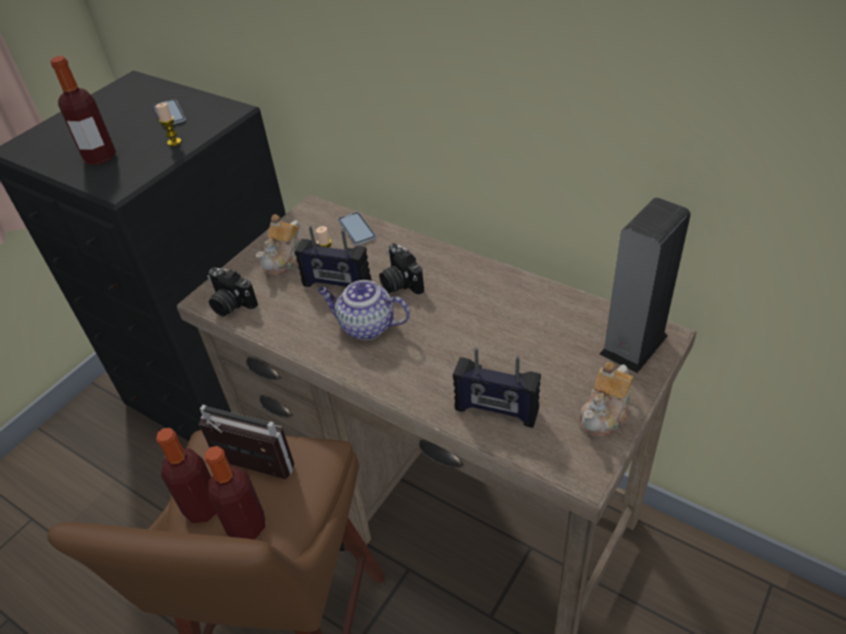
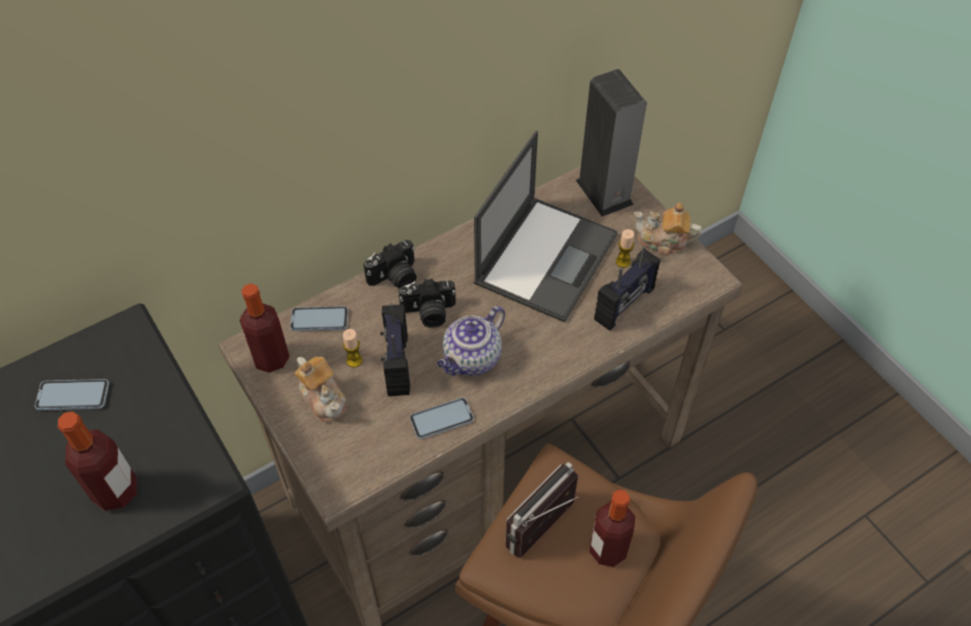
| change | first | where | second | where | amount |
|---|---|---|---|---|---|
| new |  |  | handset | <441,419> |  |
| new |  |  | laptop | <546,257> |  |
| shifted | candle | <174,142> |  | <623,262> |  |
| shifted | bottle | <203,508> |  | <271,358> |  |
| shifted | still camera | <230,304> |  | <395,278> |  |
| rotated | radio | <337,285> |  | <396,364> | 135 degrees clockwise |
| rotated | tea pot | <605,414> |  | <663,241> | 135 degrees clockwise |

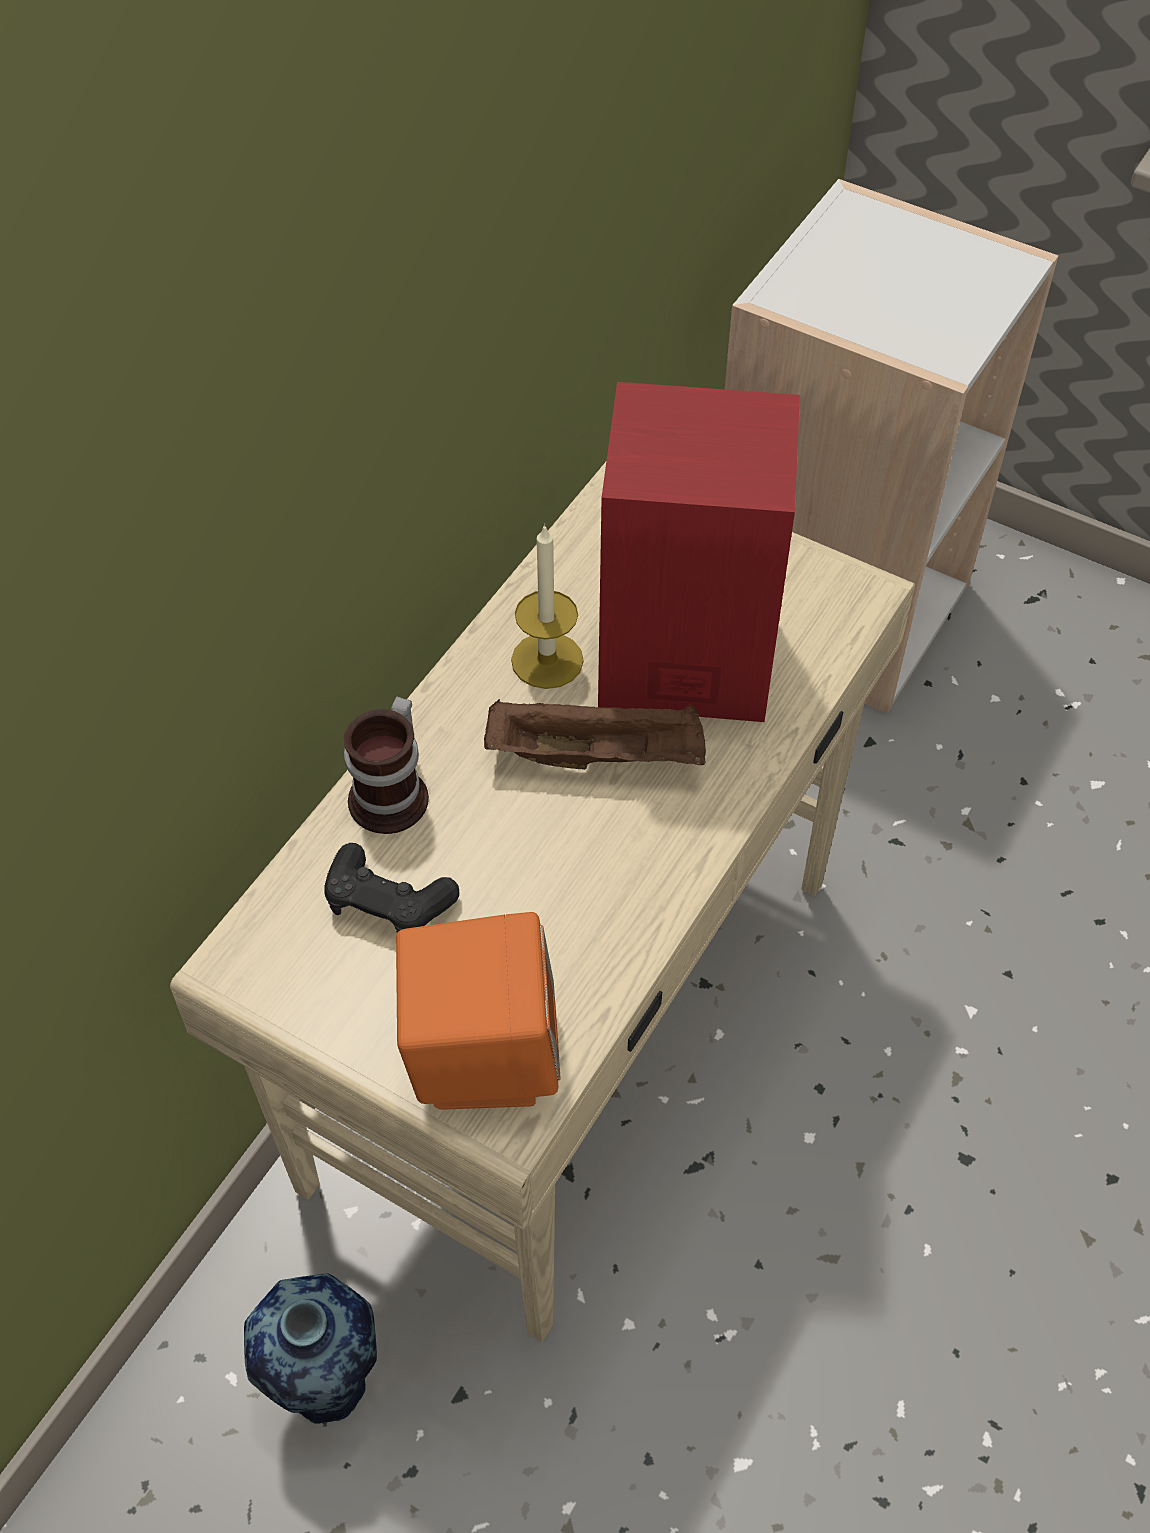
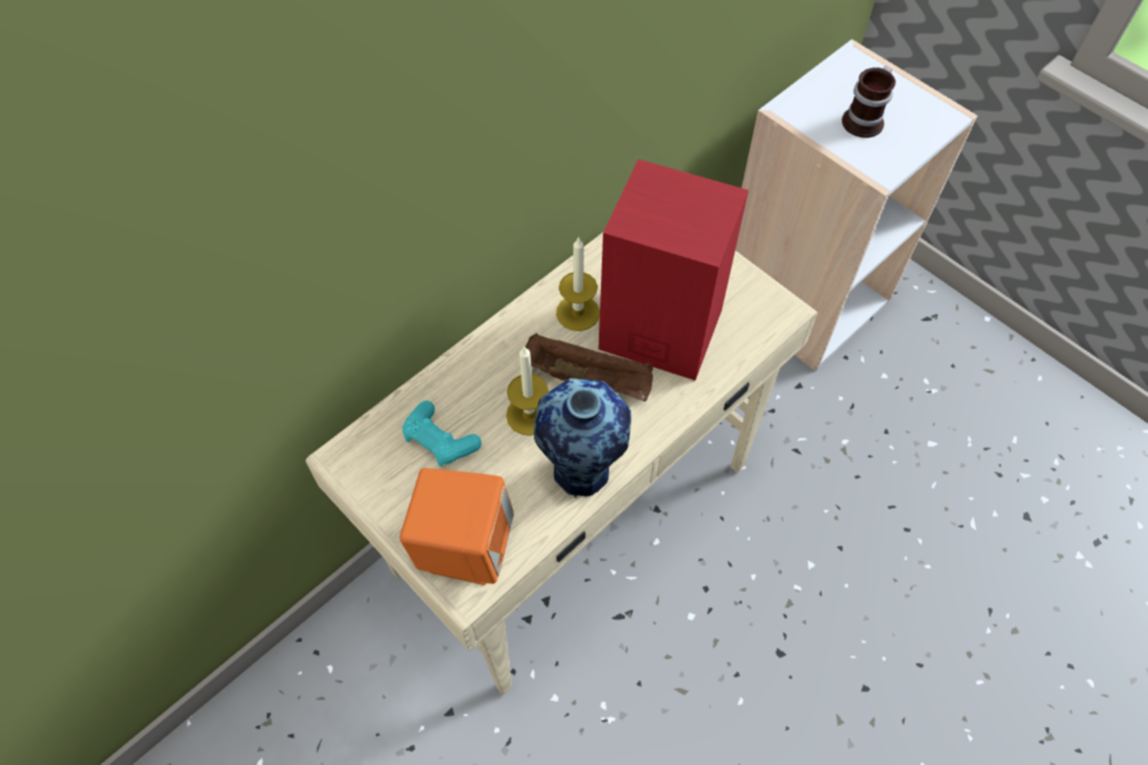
| change | first | where | second | where | amount |
|---|---|---|---|---|---|
| new |  |  | candle | <529,414> |  |
| shifted | flower vase | <327,1388> |  | <581,474> |  |
| shifted | mug | <395,794> |  | <866,120> |  |
| repainted | game controller in blackish | <387,902> | game controller in turquoise-coloured | <440,440> |  |

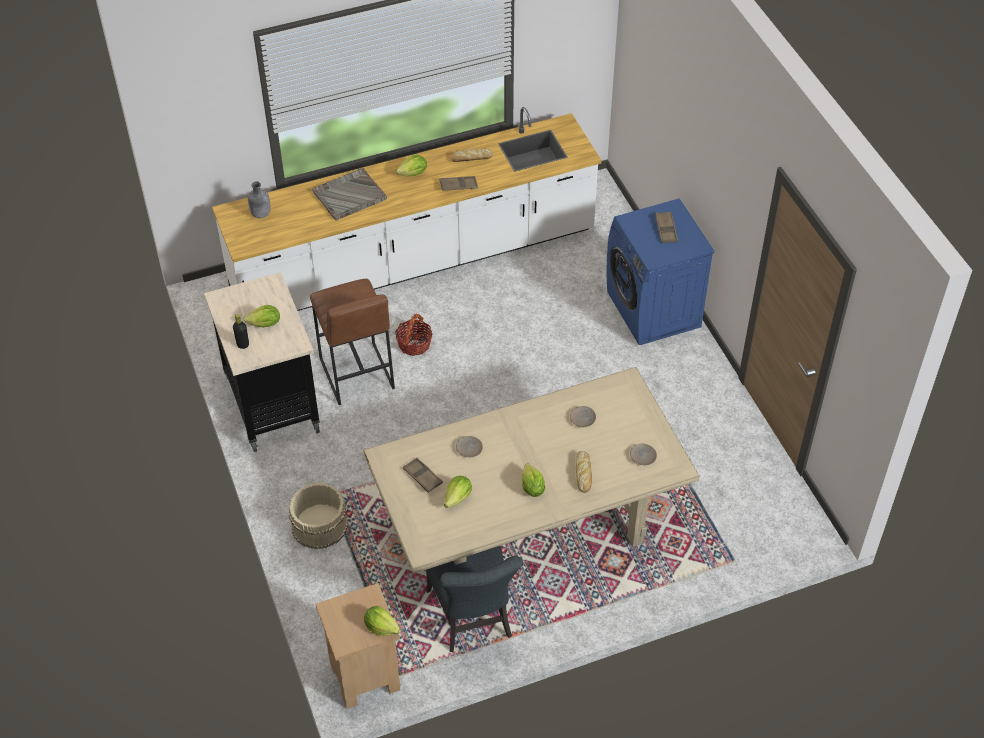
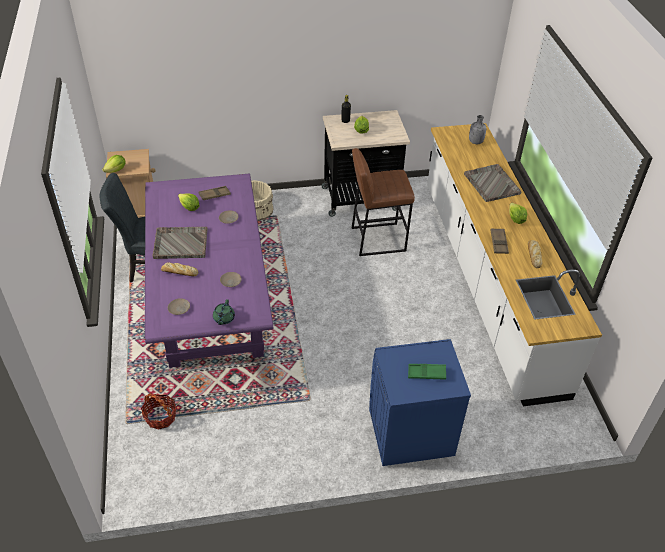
| change | first | where | second | where | amount |
|---|---|---|---|---|---|
| new |  |  | tea pot in green-coloured | <223,318> |  |
| shifted | storage basket | <414,344> |  | <160,417> |  |
| swapped | lettuce | <532,488> | carrying tray in greyish | <180,243> |  |
| repainted | dining table in sand-coloured | <529,526> | dining table in purplish | <212,306> |  |
| repainted | carrying tray in brown | <666,229> | carrying tray in green-coloured | <426,373> |  |

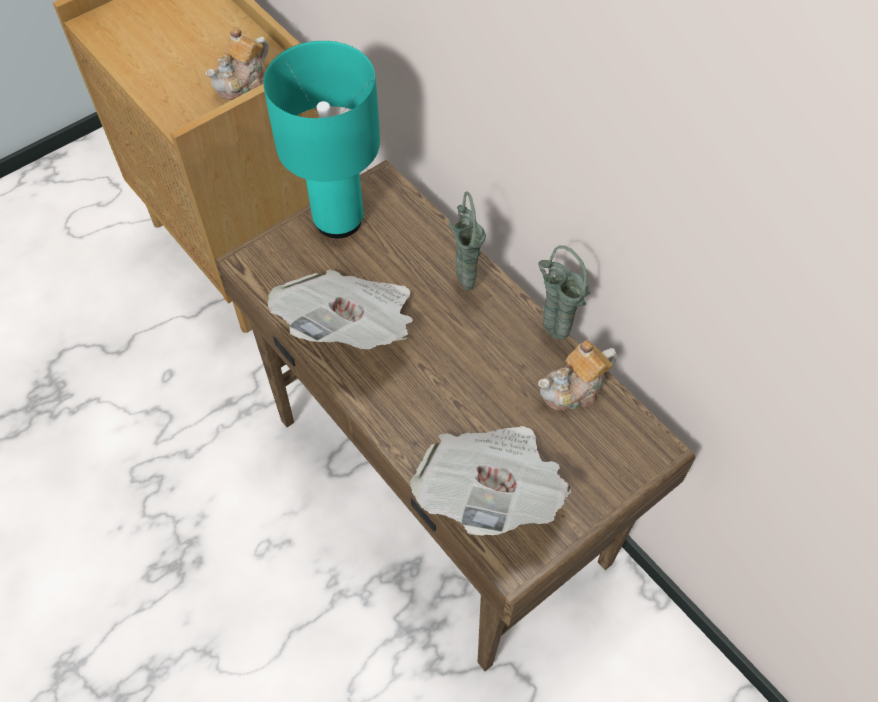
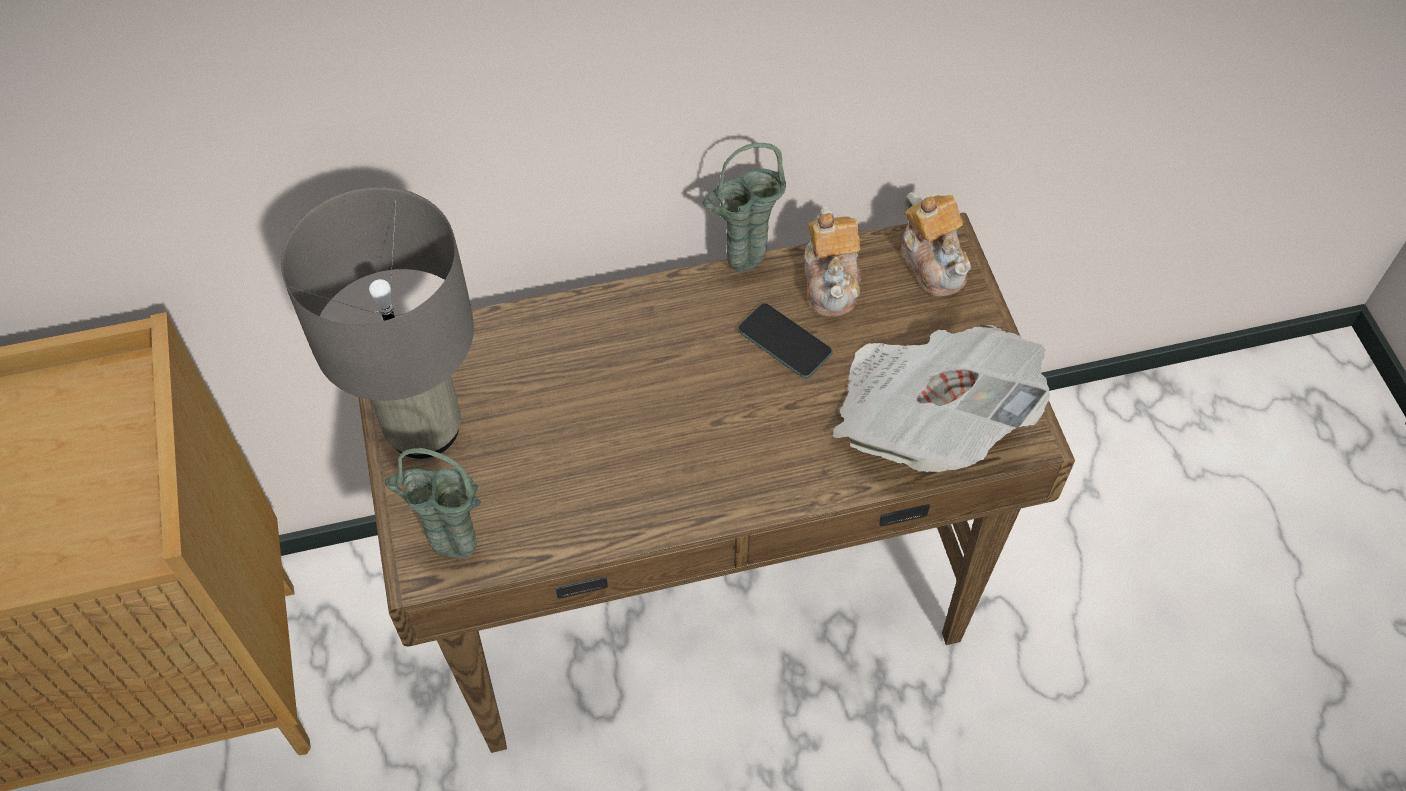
| change | first | where | second | where | amount |
|---|---|---|---|---|---|
| gone | newspaper | <351,328> |  |  |  |
| new |  |  | handset | <784,341> |  |
| shifted | tea pot | <243,83> |  | <933,262> |  |
| shifted | flower vase in green-coloured | <463,282> |  | <451,553> |  |
| repainted | tabletop lamp in turquoise-coloured | <339,221> | tabletop lamp in greyish | <426,428> |  |

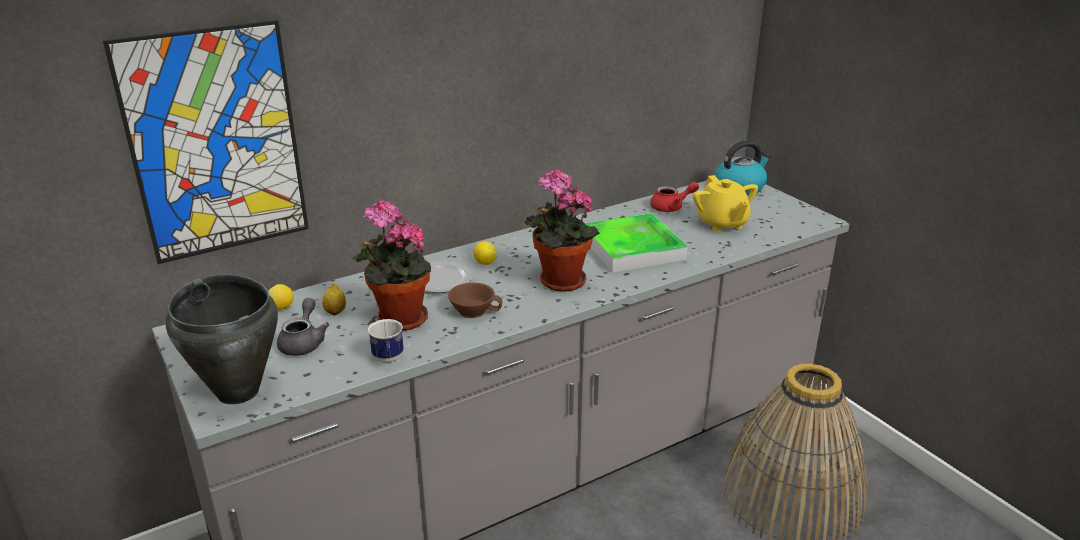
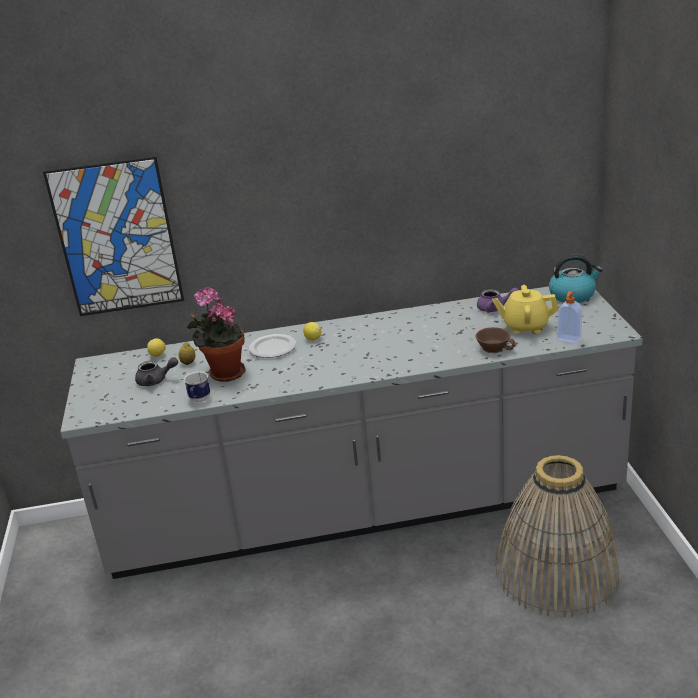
| change | first | where | second | where | amount |
|---|---|---|---|---|---|
| gone | stockpot in blackish | <238,391> |  |  |  |
| gone | potted plant | <558,282> |  |  |  |
| gone | carrying tray | <632,248> |  |  |  |
| new |  |  | liquid soap bottle | <568,339> |  |
| shifted | cup in brown | <474,310> |  | <494,348> |  |
| repainted | tea pot in red-coloured | <671,207> | tea pot in purplish | <495,308> |  |
| rotated | tea pot in greyish | <304,342> |  | <156,381> | 60 degrees clockwise |
| rotated | tea pot in yellowish | <721,224> |  | <525,327> | 90 degrees clockwise |

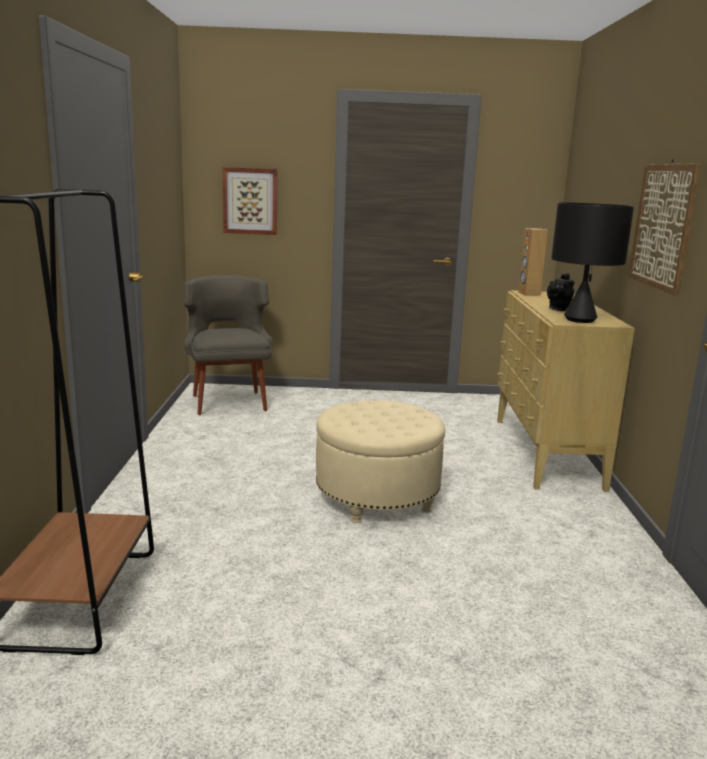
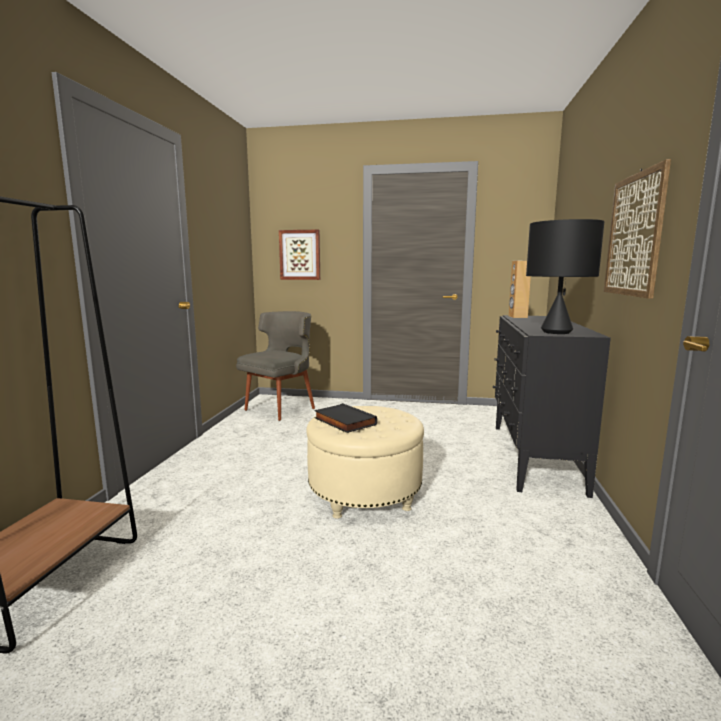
| change | first | where | second | where | amount |
|---|---|---|---|---|---|
| gone | tea pot in blackish | <558,309> |  |  |  |
| new |  |  | volume in blackish | <343,421> |  |
| repainted | drawer chest in sand-coloured | <544,453> | drawer chest in blackish | <533,457> |  |
| rotated | upright chair in greyish | <229,403> |  | <279,410> | 45 degrees clockwise |

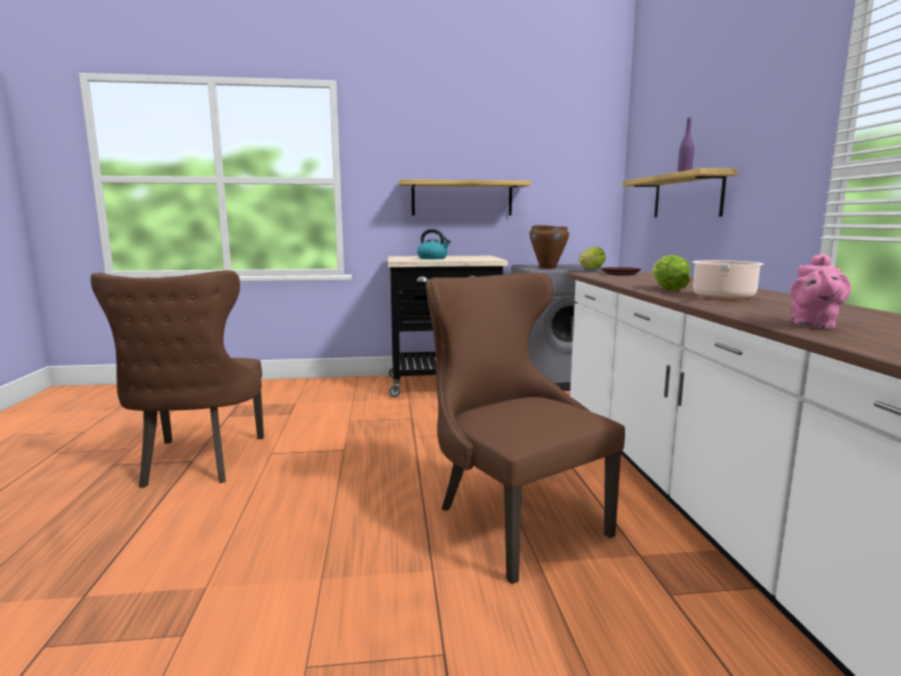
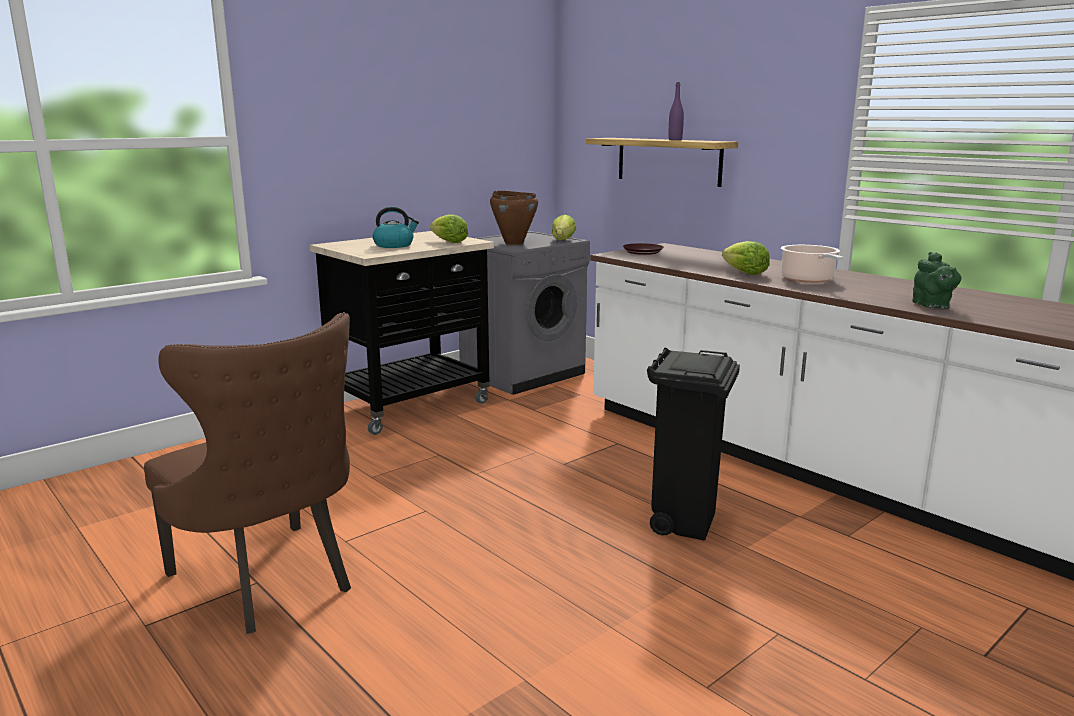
| change | first | where | second | where | amount |
|---|---|---|---|---|---|
| gone | bracket shelf | <462,198> |  |  |  |
| new |  |  | lettuce | <449,242> |  |
| swapped | upright chair in brown | <513,521> | rubbish bin in blackish | <684,523> |  |
| repainted | tea pot in pink | <812,325> | tea pot in green-coloured | <932,306> |  |

